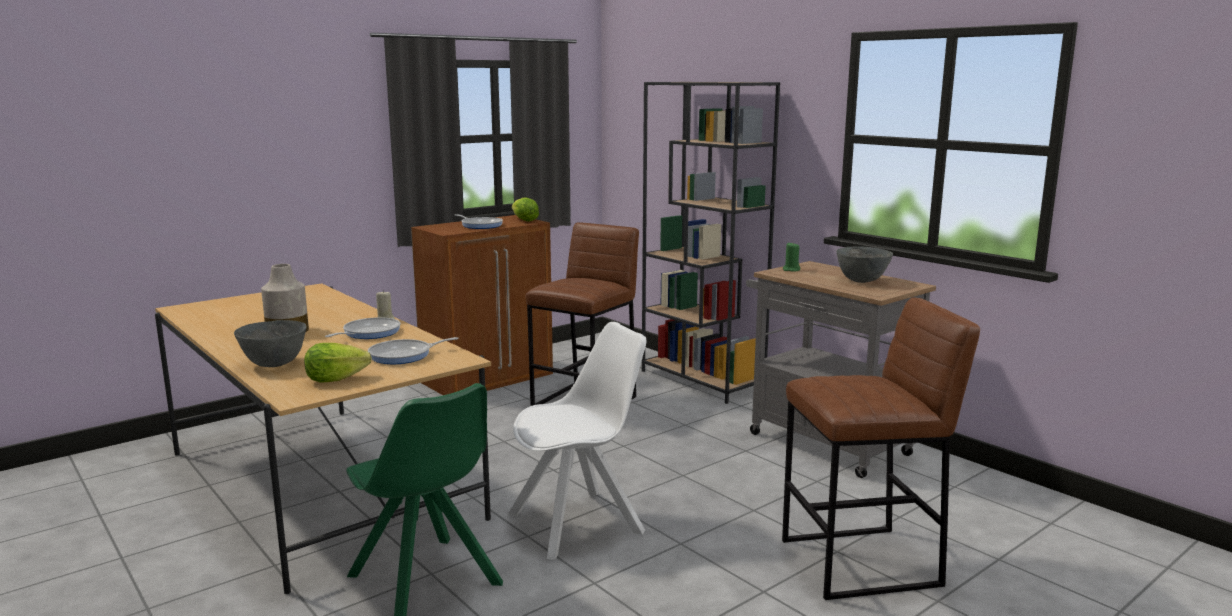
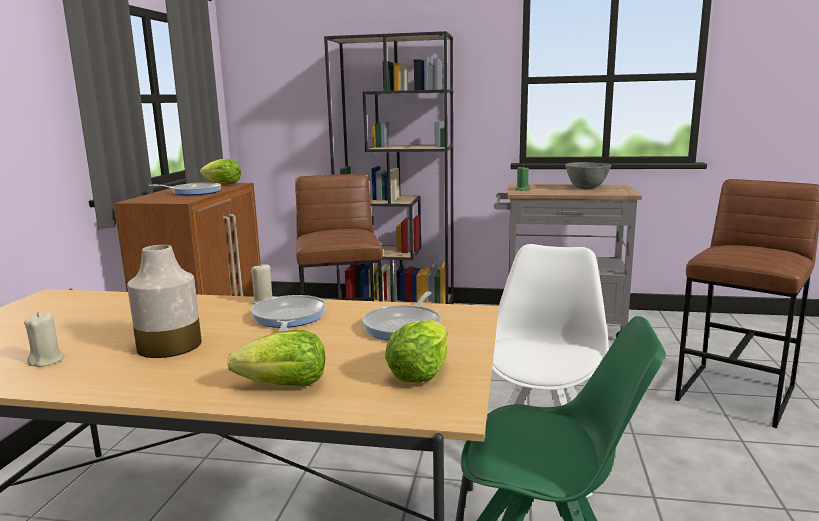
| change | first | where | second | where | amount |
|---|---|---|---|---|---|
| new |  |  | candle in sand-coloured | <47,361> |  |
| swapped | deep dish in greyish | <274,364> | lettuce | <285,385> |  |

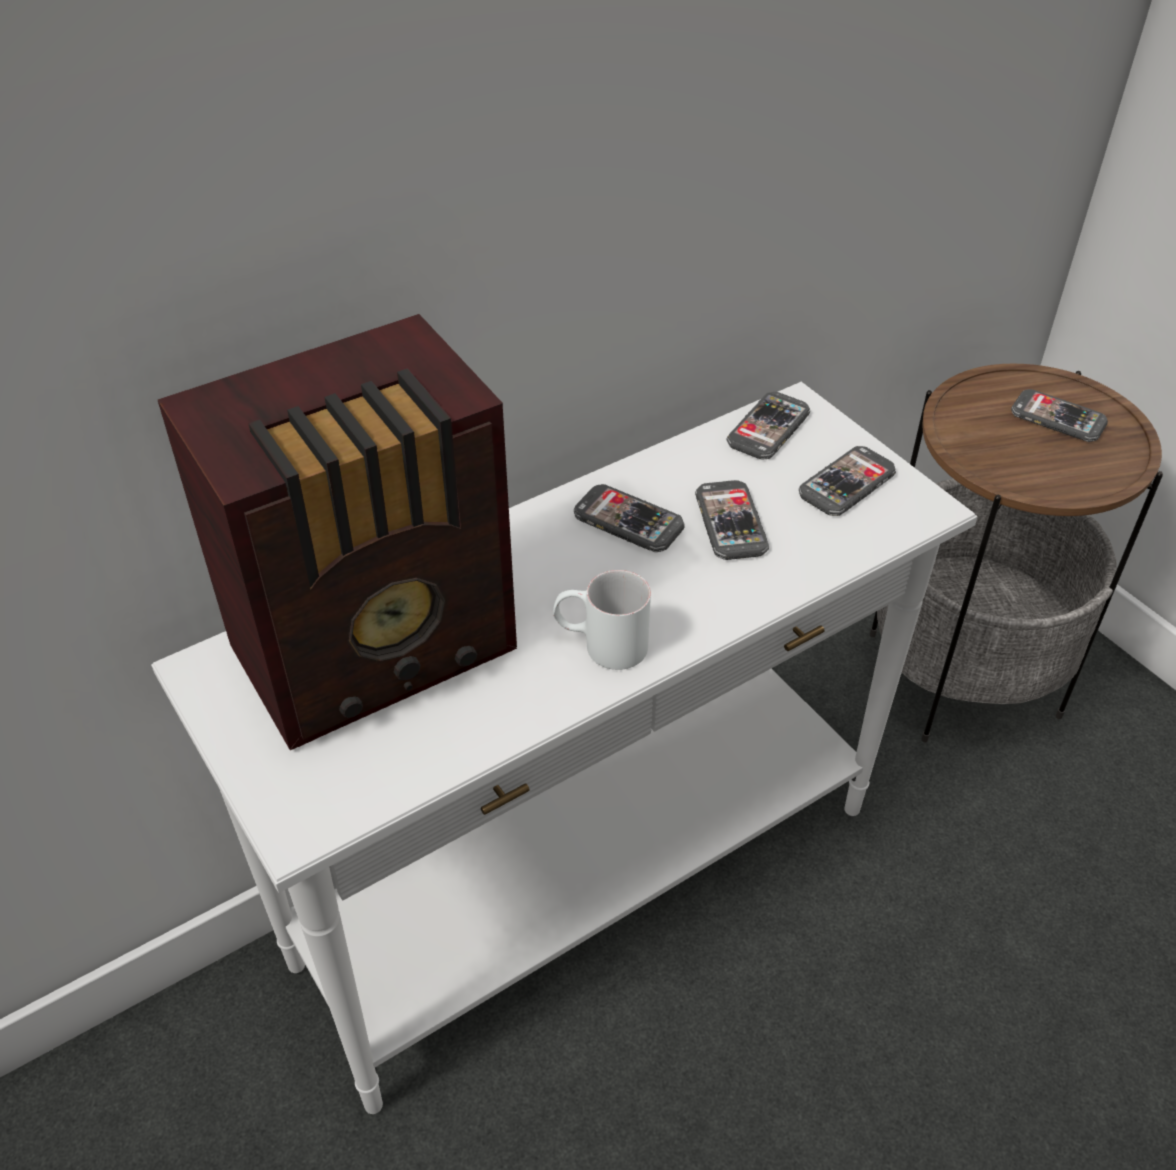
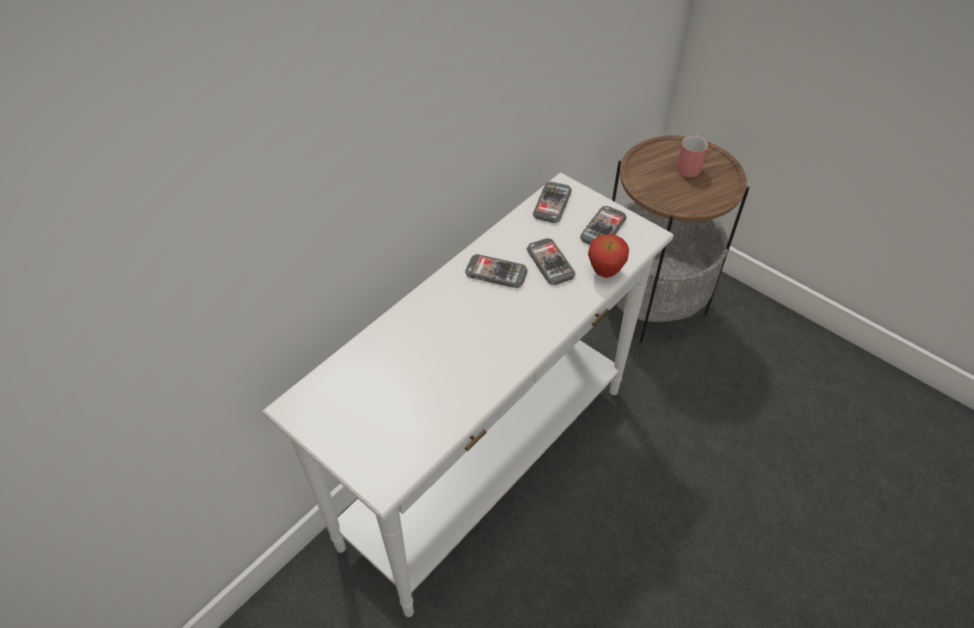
| change | first | where | second | where | amount |
|---|---|---|---|---|---|
| gone | radio | <382,651> |  |  |  |
| gone | mug in white-coloured | <600,644> |  |  |  |
| new |  |  | apple | <605,272> |  |
| swapped | handset | <1058,418> | mug in red-coloured | <689,165> |  |

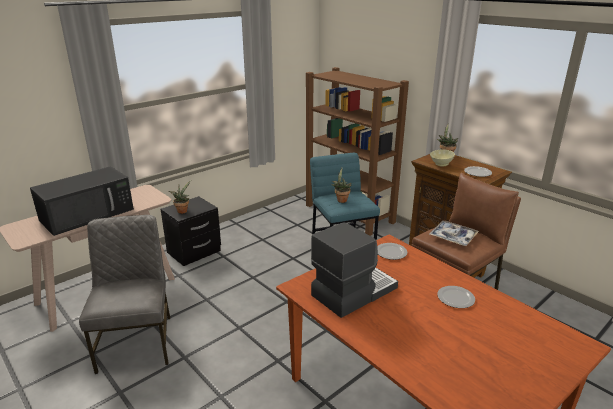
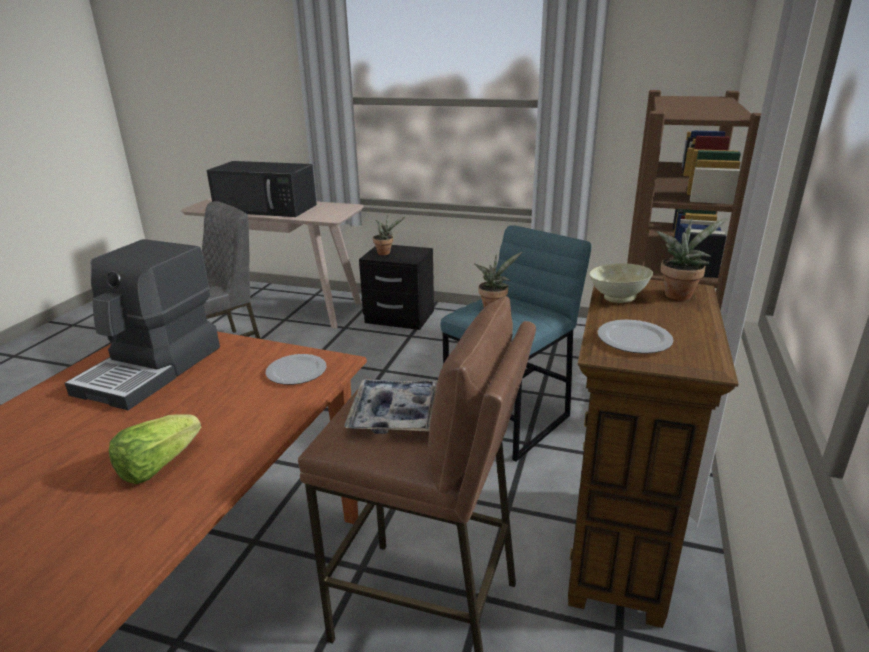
| change | first | where | second | where | amount |
|---|---|---|---|---|---|
| swapped | dinner plate | <455,298> | lettuce | <158,465> |  |
| rotated | coffee brewer | <353,291> |  | <152,369> | 90 degrees clockwise |

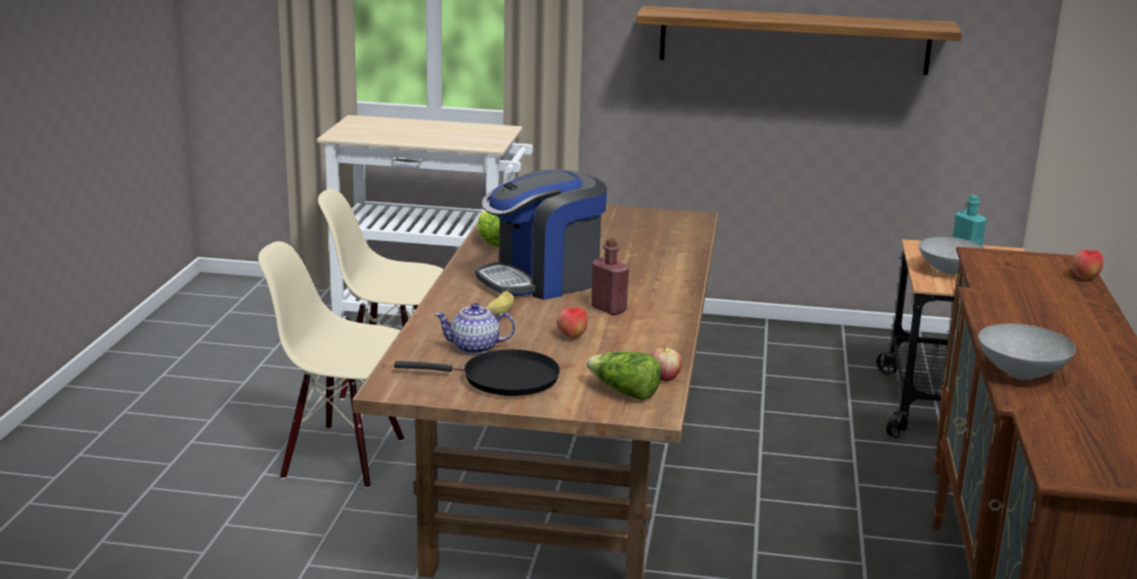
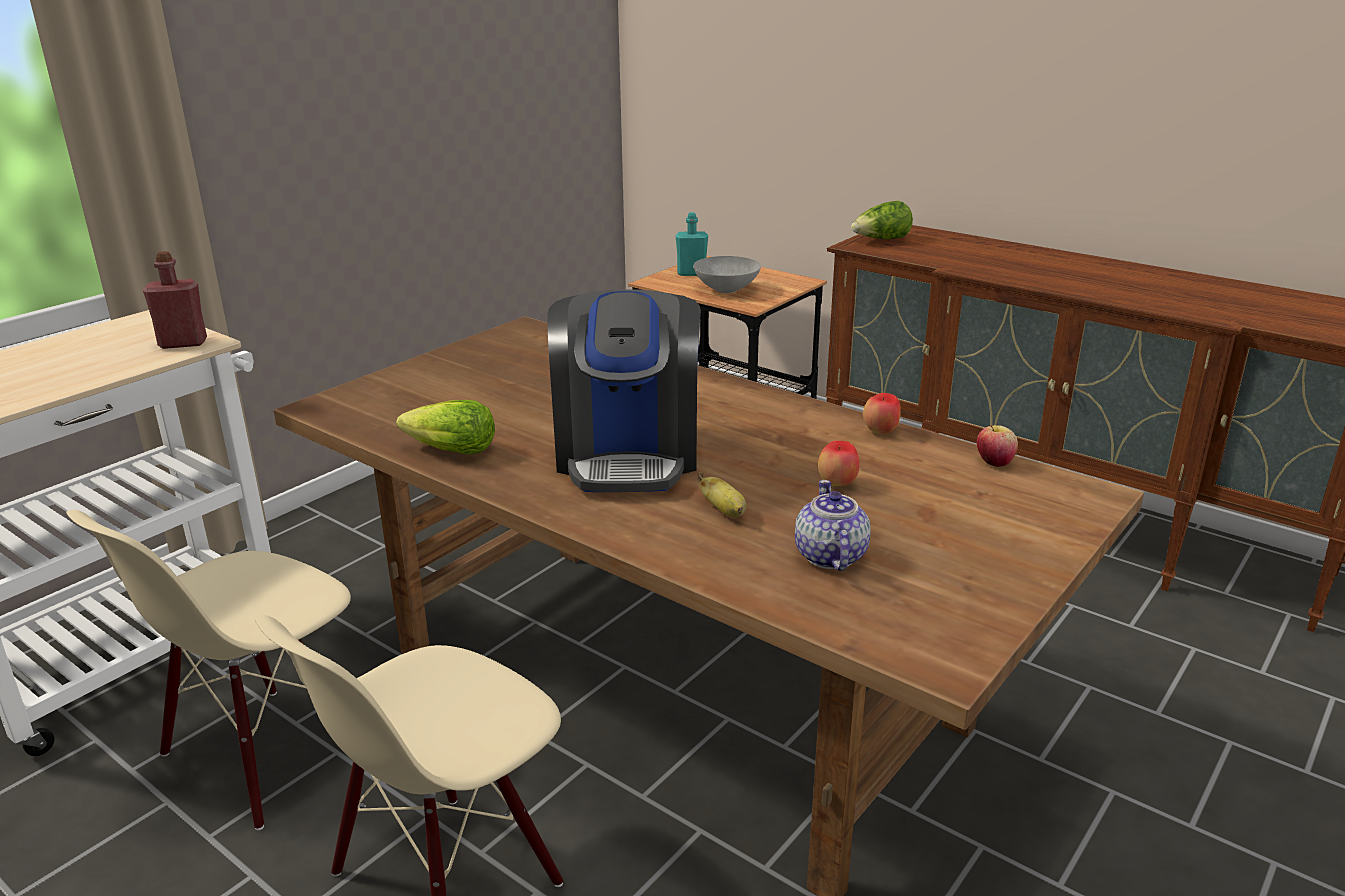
| change | first | where | second | where | amount |
|---|---|---|---|---|---|
| gone | pan in blackish | <503,379> |  |  |  |
| gone | bracket shelf | <794,40> |  |  |  |
| gone | deep dish in greyish | <1022,374> |  |  |  |
| shifted | lettuce | <624,392> |  | <881,240> |  |
| shifted | bottle in red-coloured | <608,309> |  | <183,343> |  |
| shifted | apple | <1084,278> |  | <880,432> |  |
| rotated | tea pot | <475,348> |  | <829,556> | 150 degrees clockwise |

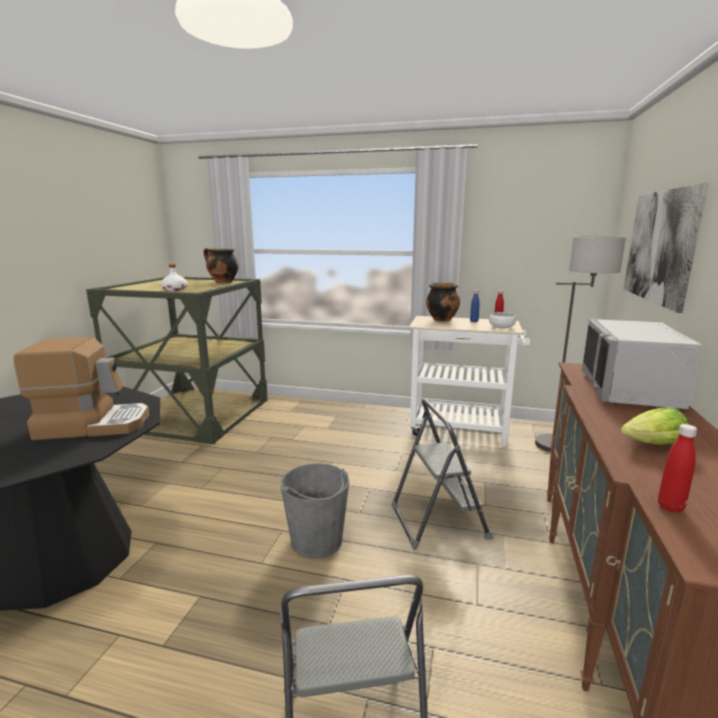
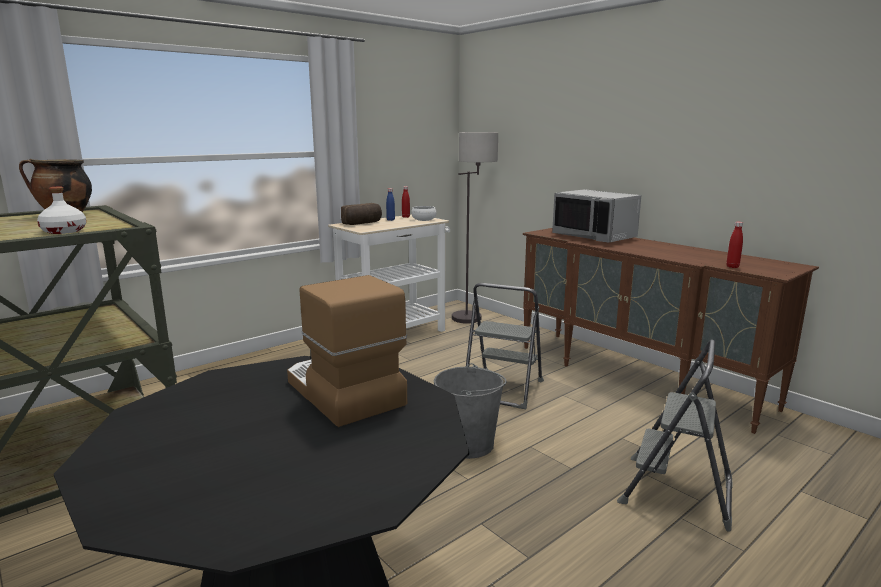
| change | first | where | second | where | amount |
|---|---|---|---|---|---|
| gone | lettuce | <653,445> |  |  |  |
| gone | wall art | <659,246> |  |  |  |
| swapped | stockpot | <441,319> | bakery bread | <363,223> |  |
| rotated | coffee brewer | <94,424> |  | <342,392> | 60 degrees counterclockwise |

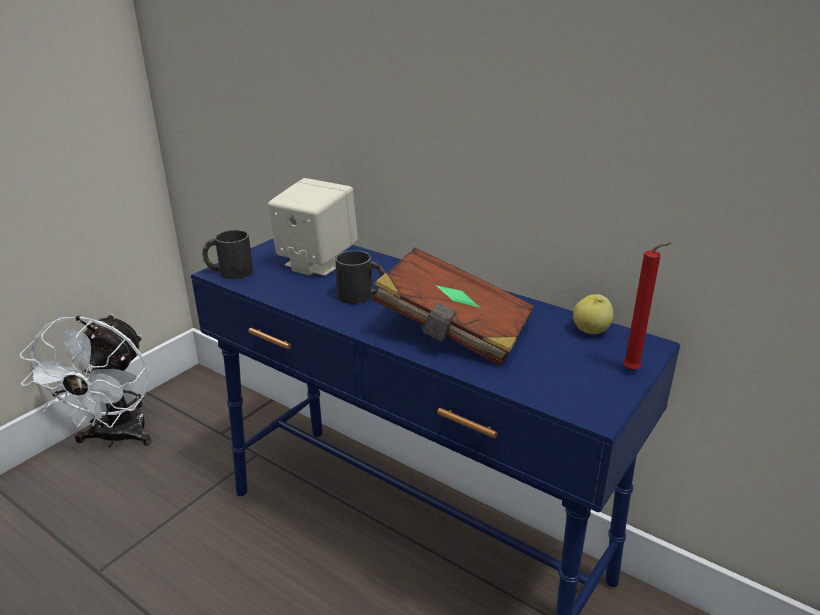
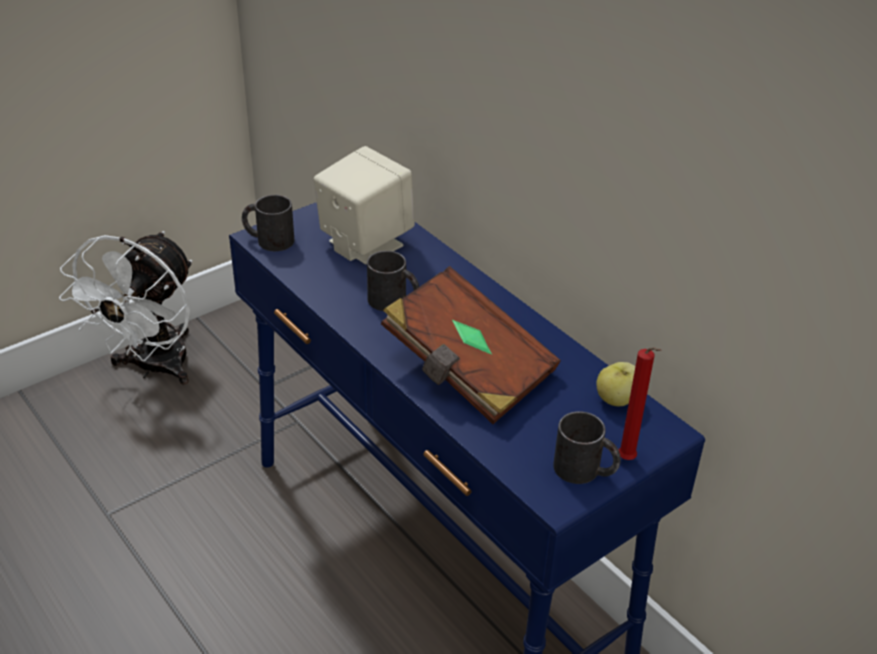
| change | first | where | second | where | amount |
|---|---|---|---|---|---|
| new |  |  | mug in blackish | <585,470> |  |

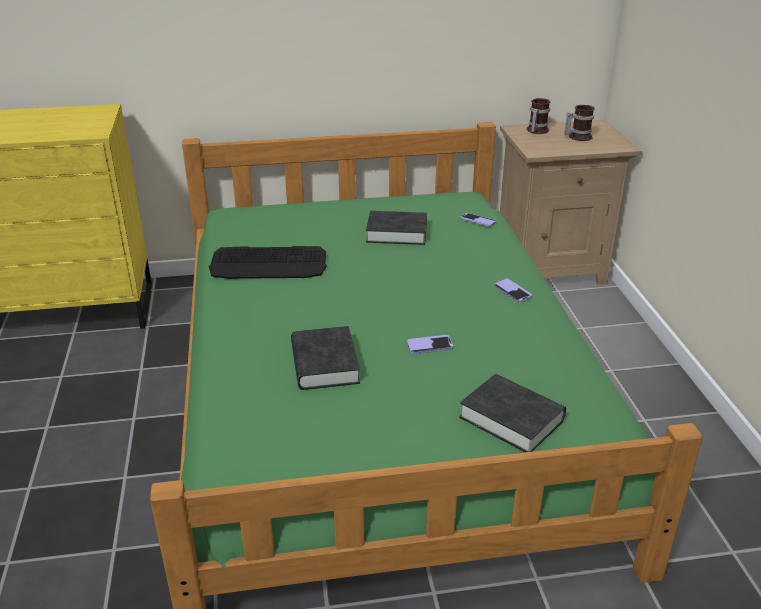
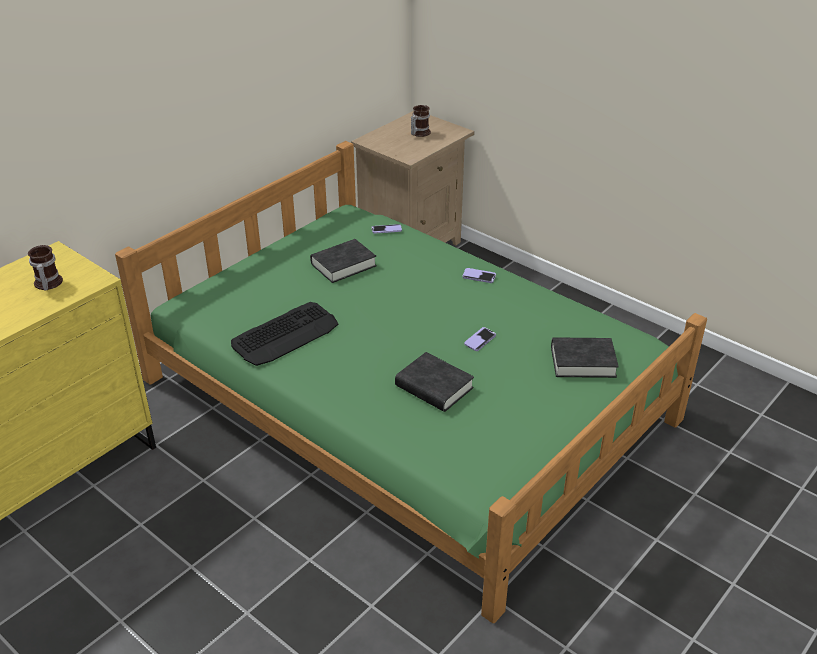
| change | first | where | second | where | amount |
|---|---|---|---|---|---|
| shifted | mug | <535,130> |  | <47,284> |  |

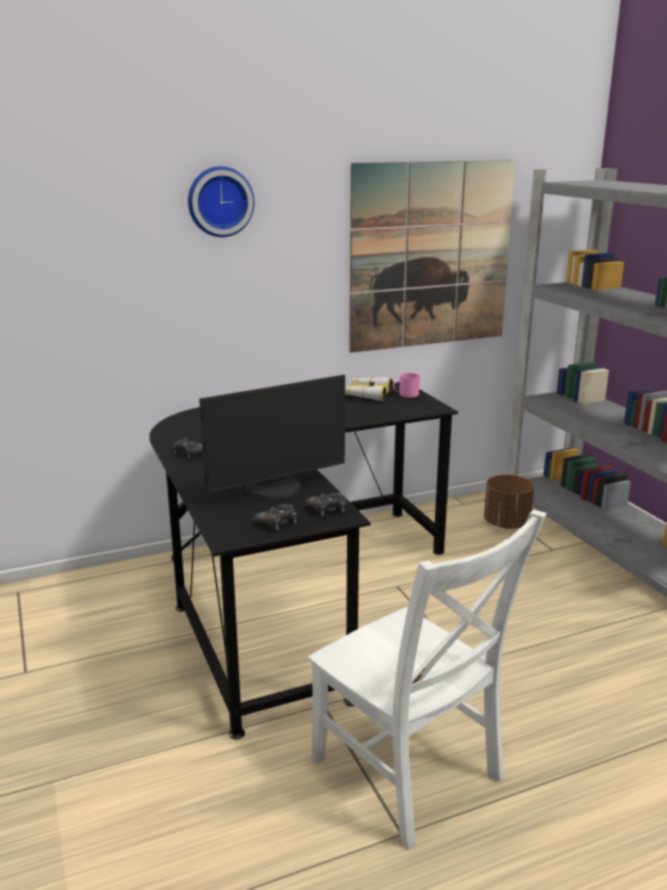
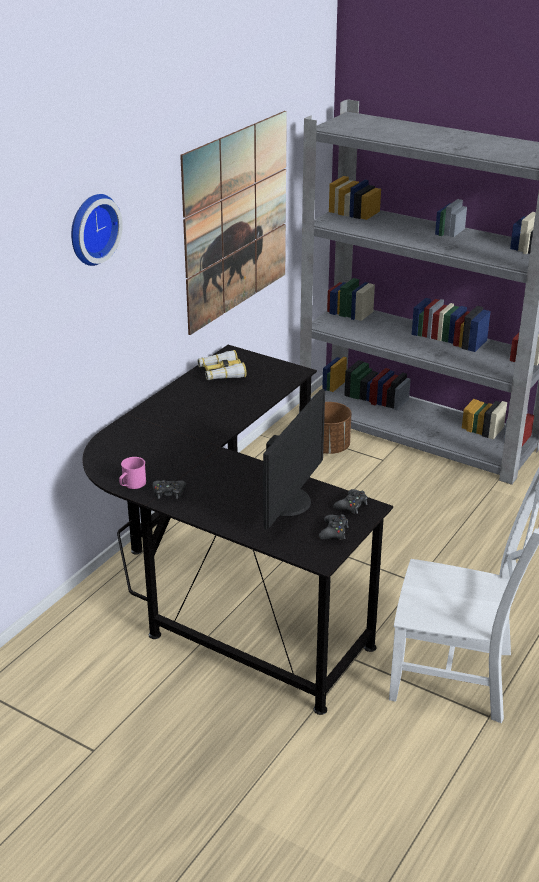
| change | first | where | second | where | amount |
|---|---|---|---|---|---|
| shifted | mug in pink | <405,395> |  | <132,484> |  |

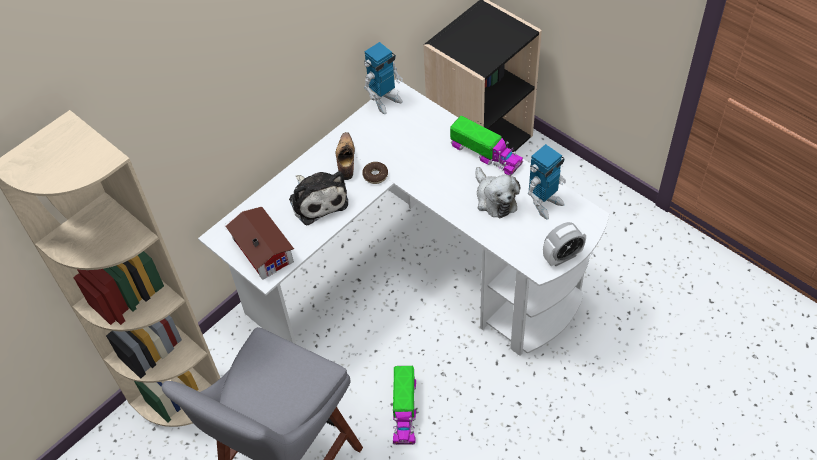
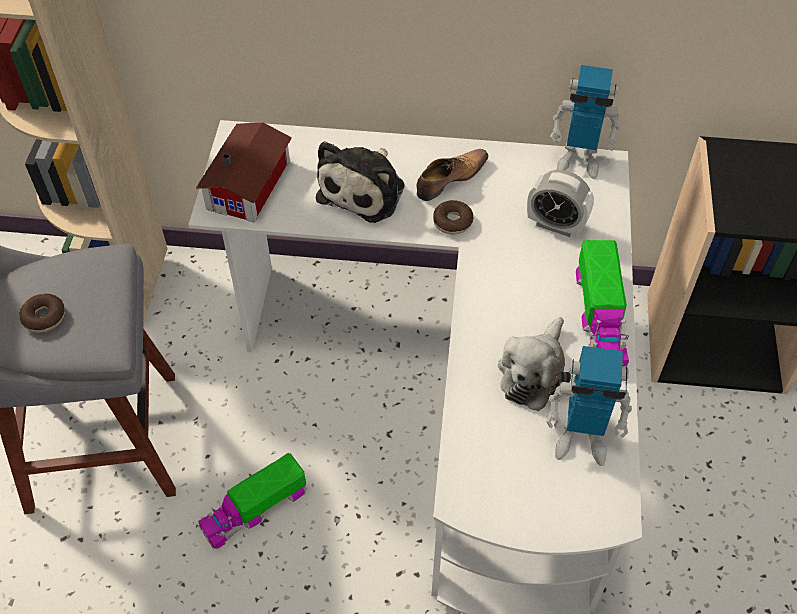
| change | first | where | second | where | amount |
|---|---|---|---|---|---|
| new |  |  | ring doughnut | <44,317> |  |
| shifted | table clock | <562,257> |  | <556,225> |  |

